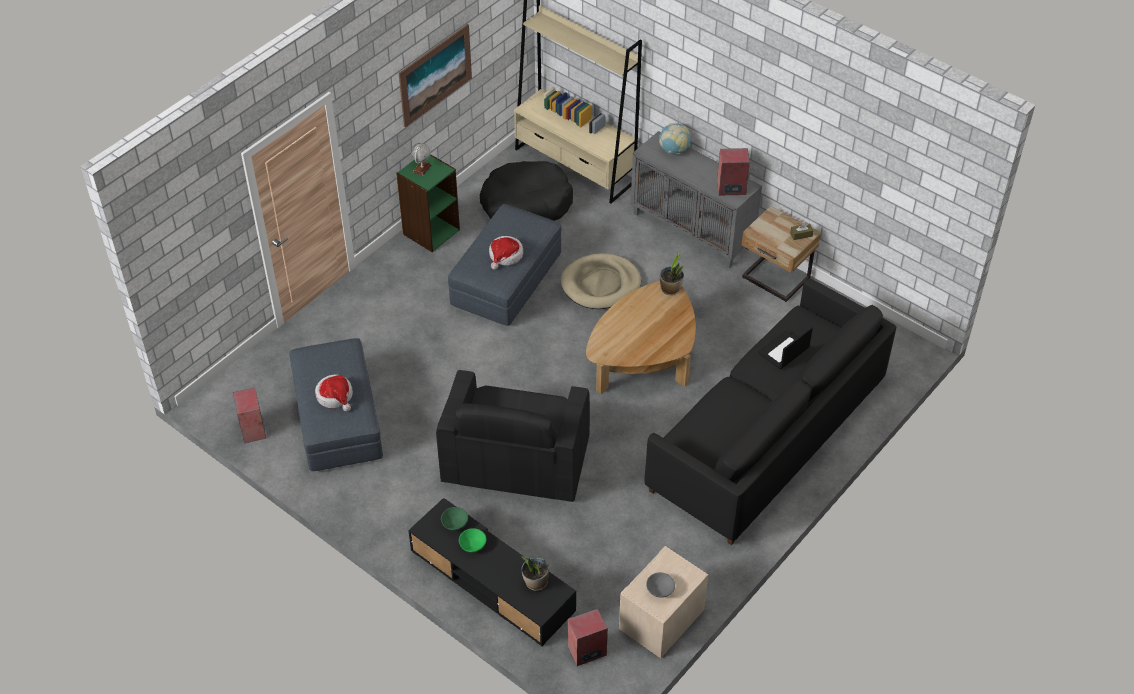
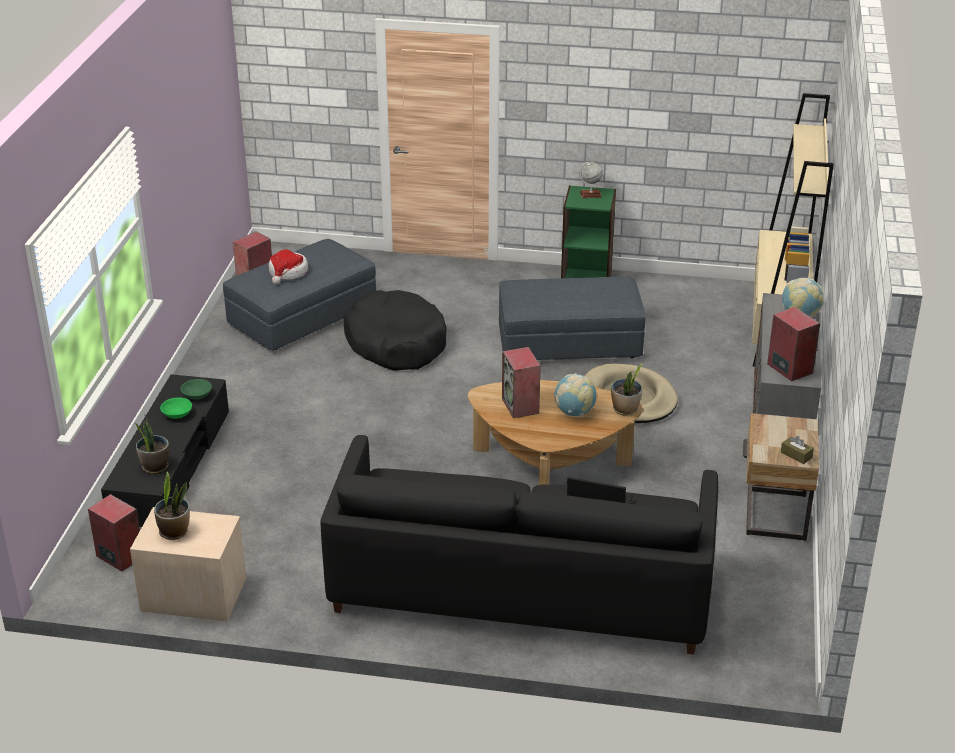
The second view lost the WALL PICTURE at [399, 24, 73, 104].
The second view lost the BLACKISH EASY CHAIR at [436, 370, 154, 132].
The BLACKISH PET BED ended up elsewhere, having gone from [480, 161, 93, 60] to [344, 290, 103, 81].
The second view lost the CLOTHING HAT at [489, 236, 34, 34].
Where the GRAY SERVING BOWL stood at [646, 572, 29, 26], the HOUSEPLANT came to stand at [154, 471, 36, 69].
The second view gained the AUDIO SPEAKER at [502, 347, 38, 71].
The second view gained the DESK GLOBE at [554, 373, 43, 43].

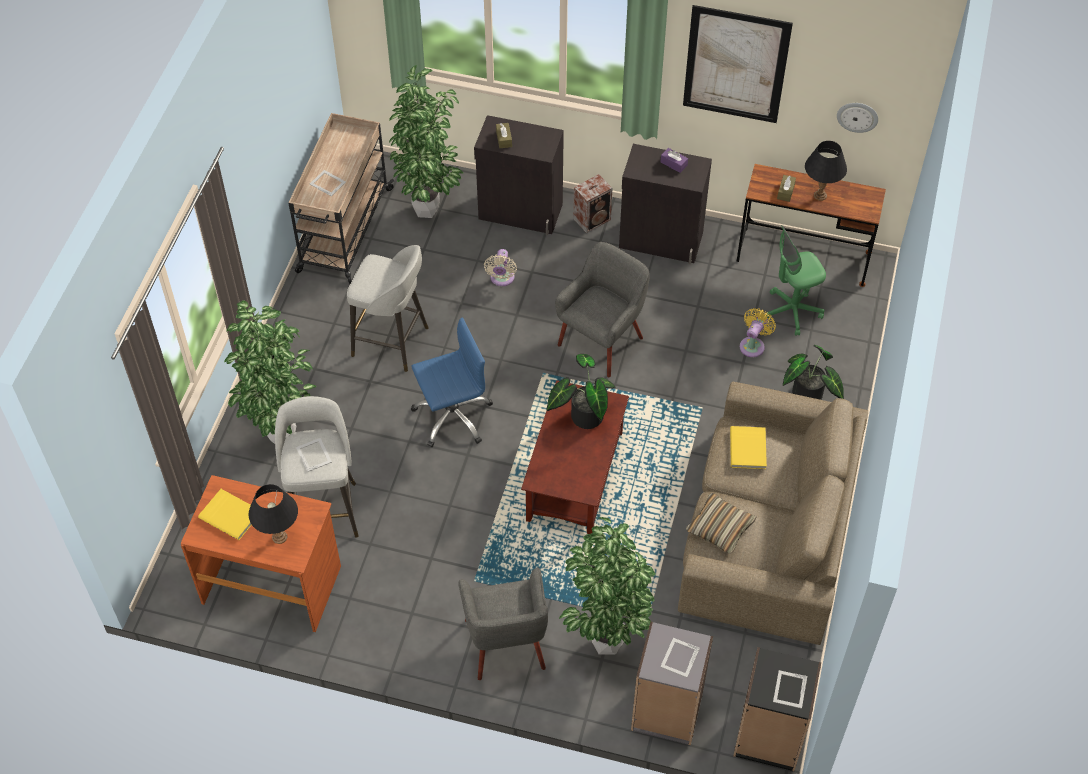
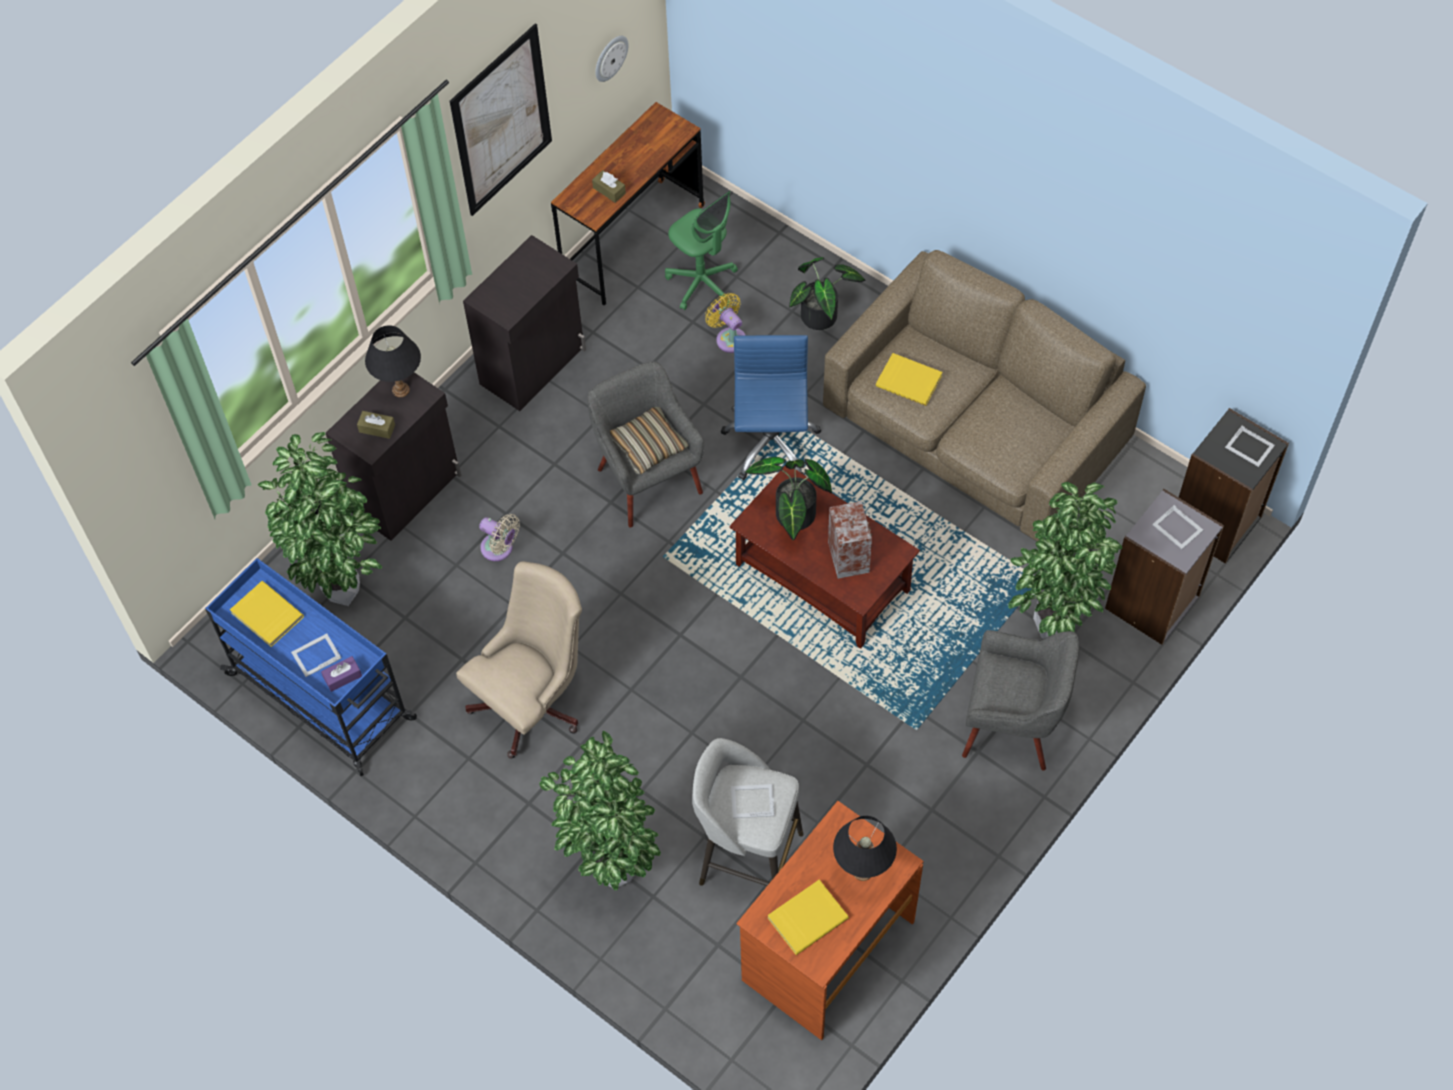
What was the BEIGE CART at [288, 113, 106, 171] turned into the BLUISH CART at [205, 558, 212, 218].
Where the GRAY SITTING STOOL stood at [347, 245, 82, 127], the BEIGE DESK CHAIR came to stand at [456, 561, 126, 198].
The BLUISH DESK CHAIR ended up elsewhere, having gone from [411, 318, 82, 129] to [721, 335, 100, 145].
The AUDIO SPEAKER ended up elsewhere, having gone from [573, 174, 39, 59] to [828, 501, 45, 78].
The PURPLE-COLOURED TISSUE BOX ended up elsewhere, having gone from [661, 148, 27, 25] to [321, 656, 41, 36].
The CUSHION ended up elsewhere, having gone from [686, 493, 70, 61] to [610, 407, 79, 67].
The GREEN-COLOURED DESK CHAIR at [766, 225, 60, 111] ended up facing another way, 45 degrees counterclockwise from before.
The BLACKISH TABLE LAMP ended up elsewhere, having gone from [805, 141, 42, 60] to [365, 325, 56, 72].
The second view gained the YELLOW-COLOURED BOUND BOOK at [230, 581, 74, 66].

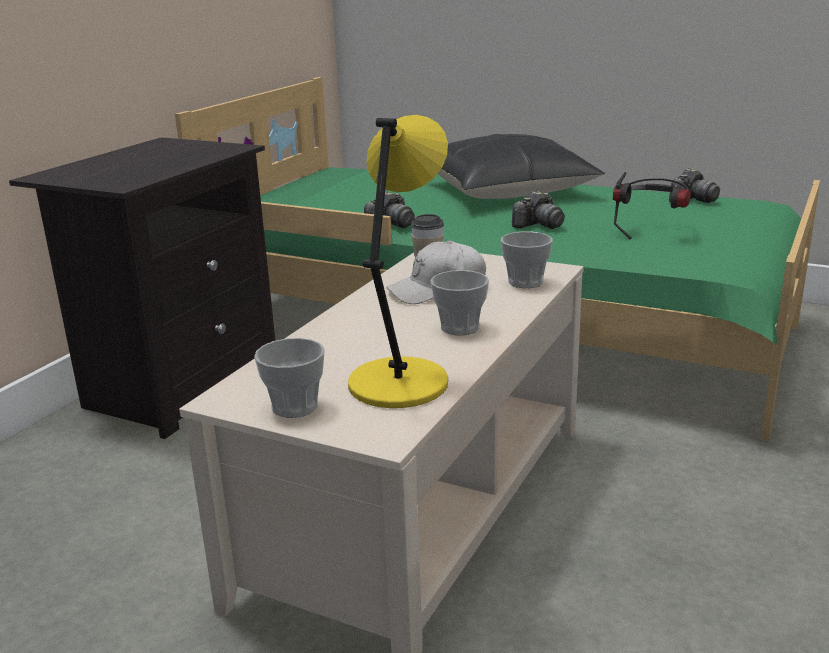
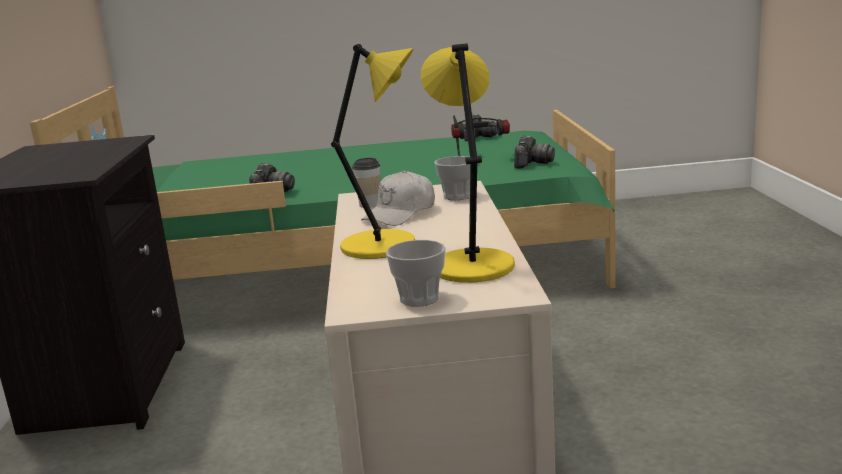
The second view lost the DRINKING CUP at [430, 270, 59, 65].
The second view lost the BLACKISH CUSHION at [438, 134, 167, 65].
The PHOTO CAMERA ended up elsewhere, having gone from [512, 191, 53, 38] to [514, 136, 41, 32].
The second view gained the YELLOW-COLOURED TABLE LAMP at [331, 44, 84, 215].

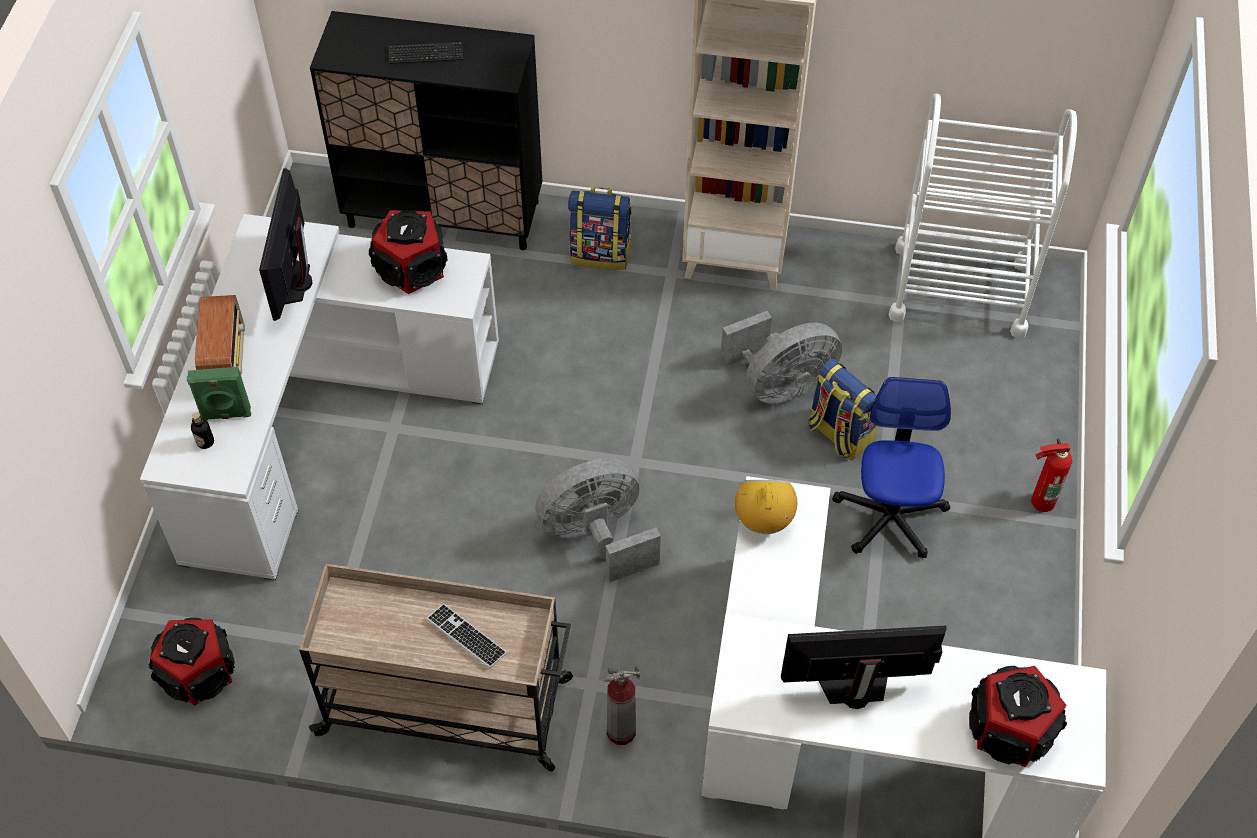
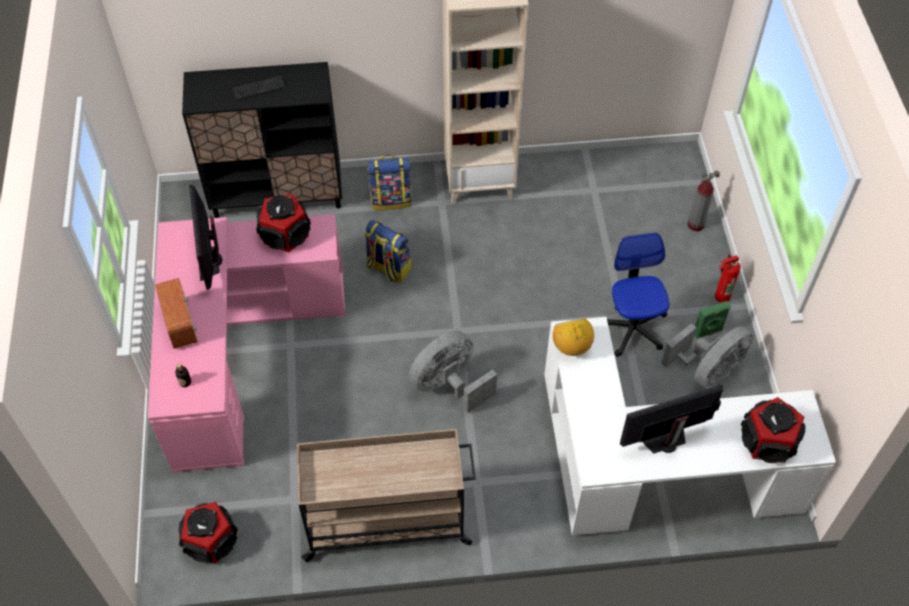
What was the WHITE DESK UNIT at [140, 214, 359, 367] turned into the PINK-COLOURED DESK UNIT at [148, 214, 197, 259].
The GREEN-COLOURED AUDIO SPEAKER ended up elsewhere, having gone from [187, 367, 64, 53] to [695, 301, 36, 38].
The second view lost the PC KEYBOARD at [426, 603, 81, 65].
The FIRE-FIGHTING CYLINDER ended up elsewhere, having gone from [603, 666, 37, 79] to [687, 171, 33, 60].
The GRAY COOLING FAN ended up elsewhere, having gone from [720, 311, 122, 93] to [661, 323, 92, 66].
The RUCKSACK ended up elsewhere, having gone from [808, 359, 69, 102] to [365, 220, 47, 63].
The second view lost the WHITE CART at [889, 94, 188, 244].

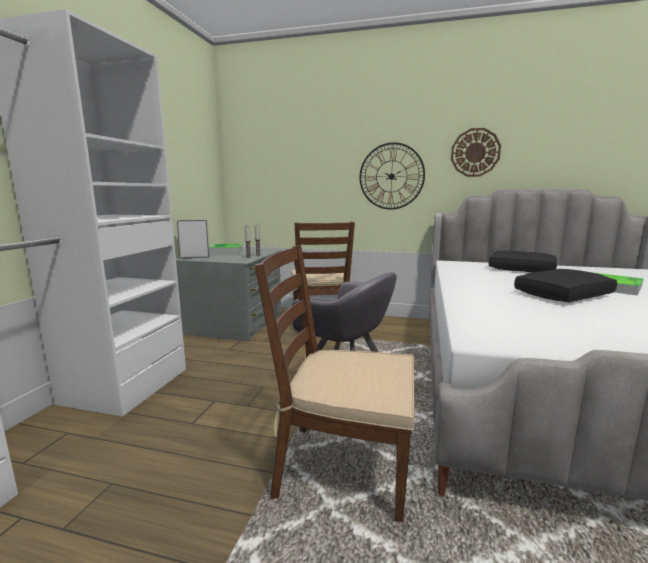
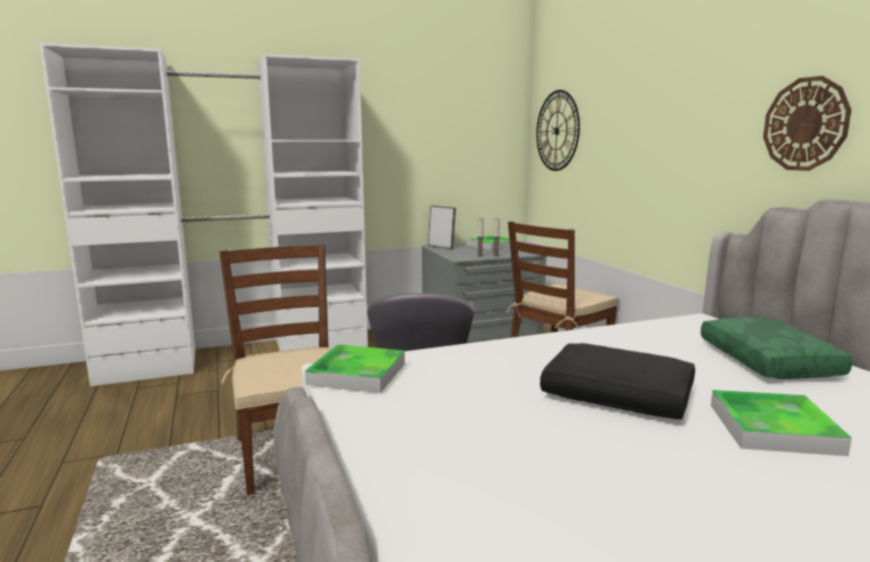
The HANGING CLOCK ended up elsewhere, having gone from [360, 142, 65, 68] to [536, 90, 44, 81].
What was the BLACKISH CUSHION at [488, 250, 69, 23] turned into the GREEN-COLOURED CUSHION at [701, 317, 152, 62].
The second view gained the TRAY at [305, 344, 100, 49].

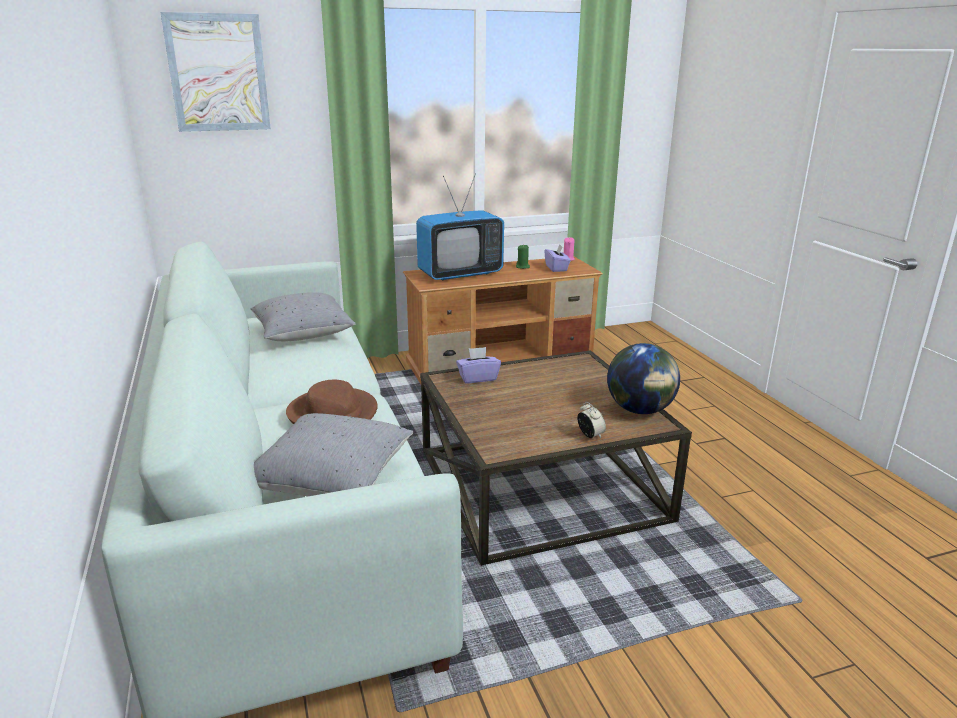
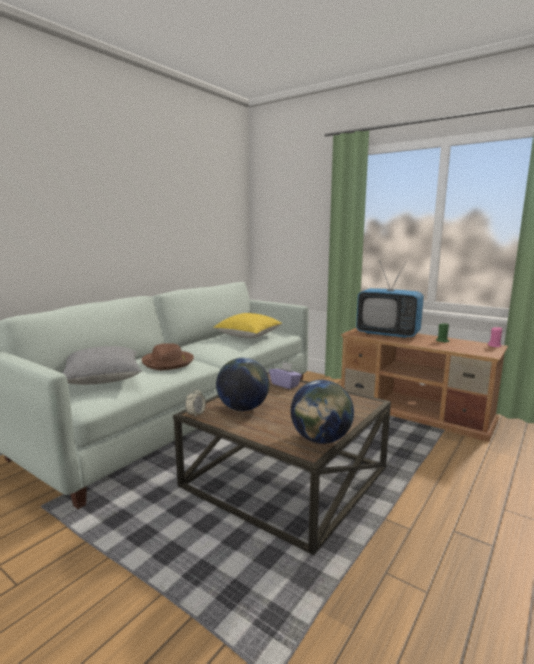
The second view lost the WALL PICTURE at [160, 12, 111, 120].
What was the GRAY CUSHION at [250, 292, 106, 49] turned into the YELLOW-COLOURED CUSHION at [213, 313, 69, 25].
The second view lost the PURPLE-COLOURED TISSUE BOX at [544, 244, 27, 28].
The ALARM CLOCK ended up elsewhere, having gone from [577, 402, 29, 36] to [185, 388, 21, 29].
The second view gained the DESK GLOBE at [216, 358, 54, 53].

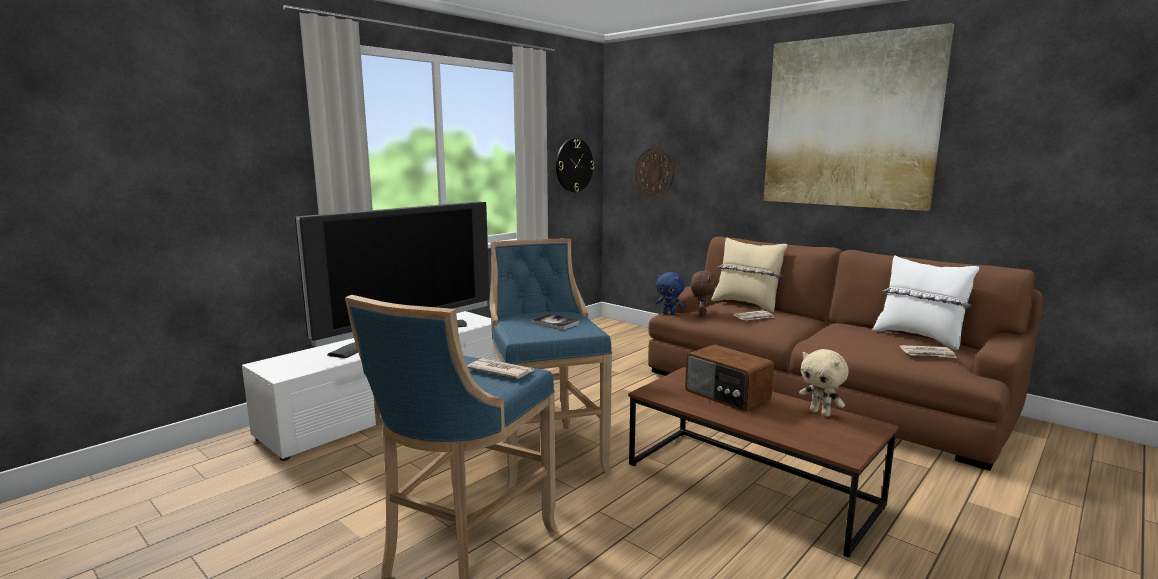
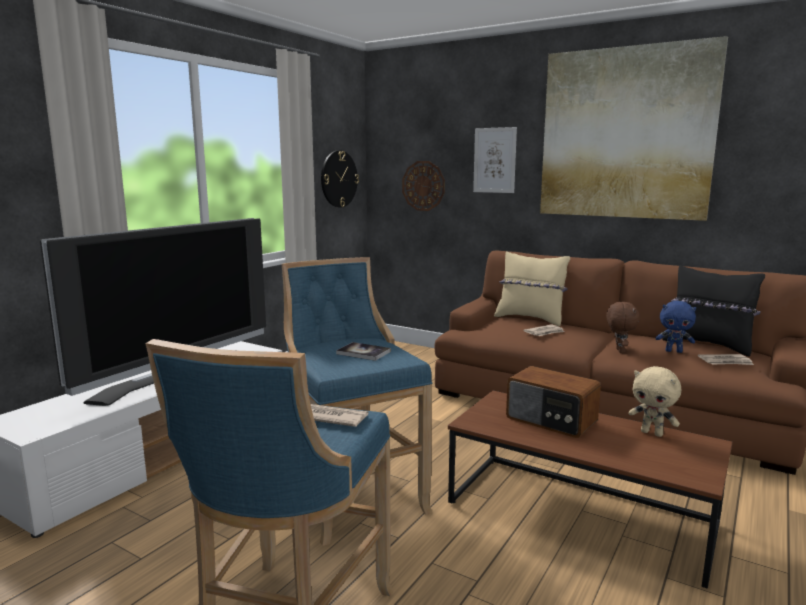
The BLUISH CUDDLY TOY ended up elsewhere, having gone from [656, 272, 29, 43] to [656, 301, 40, 52].
The BROWN-COLOURED CUDDLY TOY ended up elsewhere, having gone from [691, 271, 26, 45] to [606, 302, 34, 51].
What was the WHITE CUSHION at [873, 255, 106, 95] turned into the BLACKISH CUSHION at [662, 265, 103, 91].
The second view gained the WALL PICTURE at [473, 127, 44, 66].

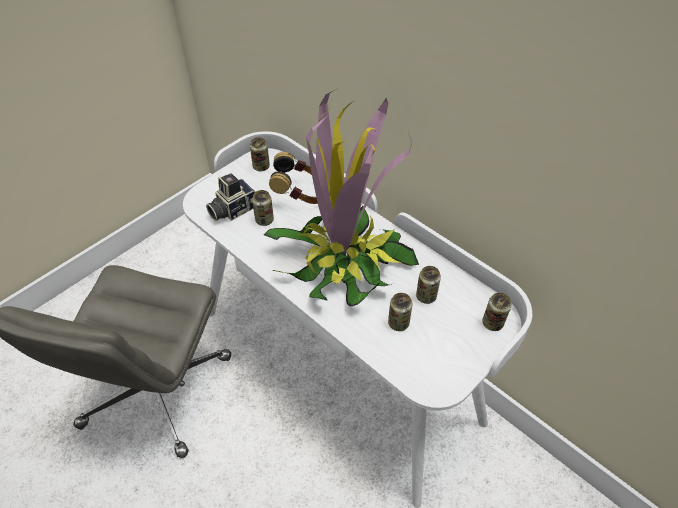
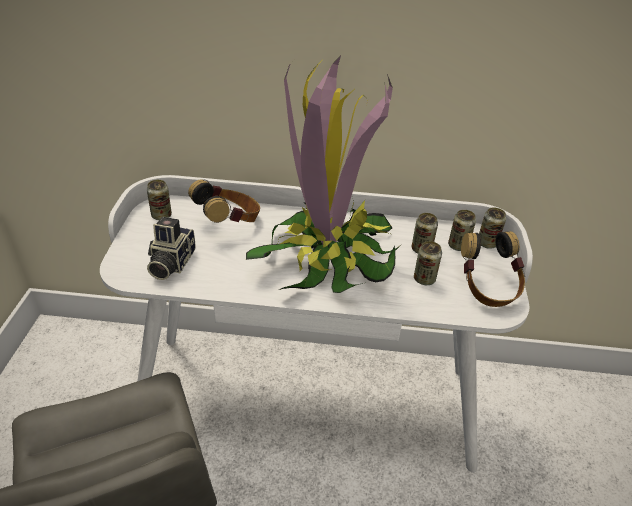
The SEALED CAN ended up elsewhere, having gone from [252, 190, 22, 36] to [448, 210, 28, 41].
The second view gained the HEADSET at [461, 231, 64, 76].

